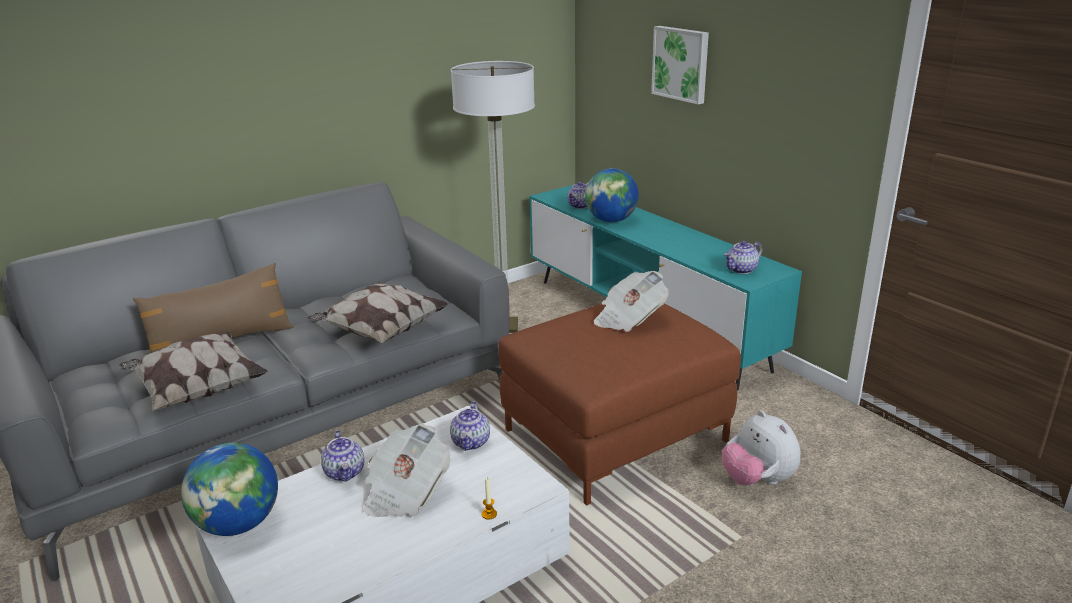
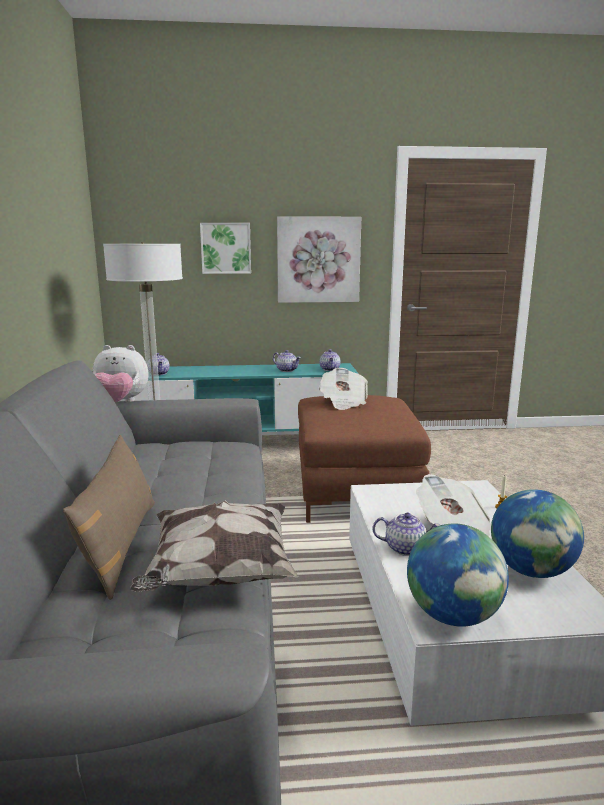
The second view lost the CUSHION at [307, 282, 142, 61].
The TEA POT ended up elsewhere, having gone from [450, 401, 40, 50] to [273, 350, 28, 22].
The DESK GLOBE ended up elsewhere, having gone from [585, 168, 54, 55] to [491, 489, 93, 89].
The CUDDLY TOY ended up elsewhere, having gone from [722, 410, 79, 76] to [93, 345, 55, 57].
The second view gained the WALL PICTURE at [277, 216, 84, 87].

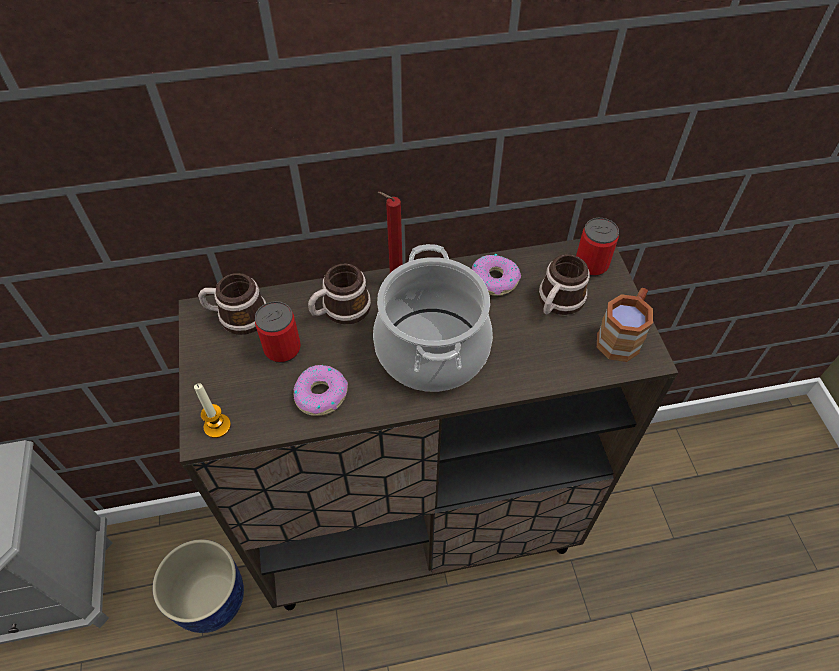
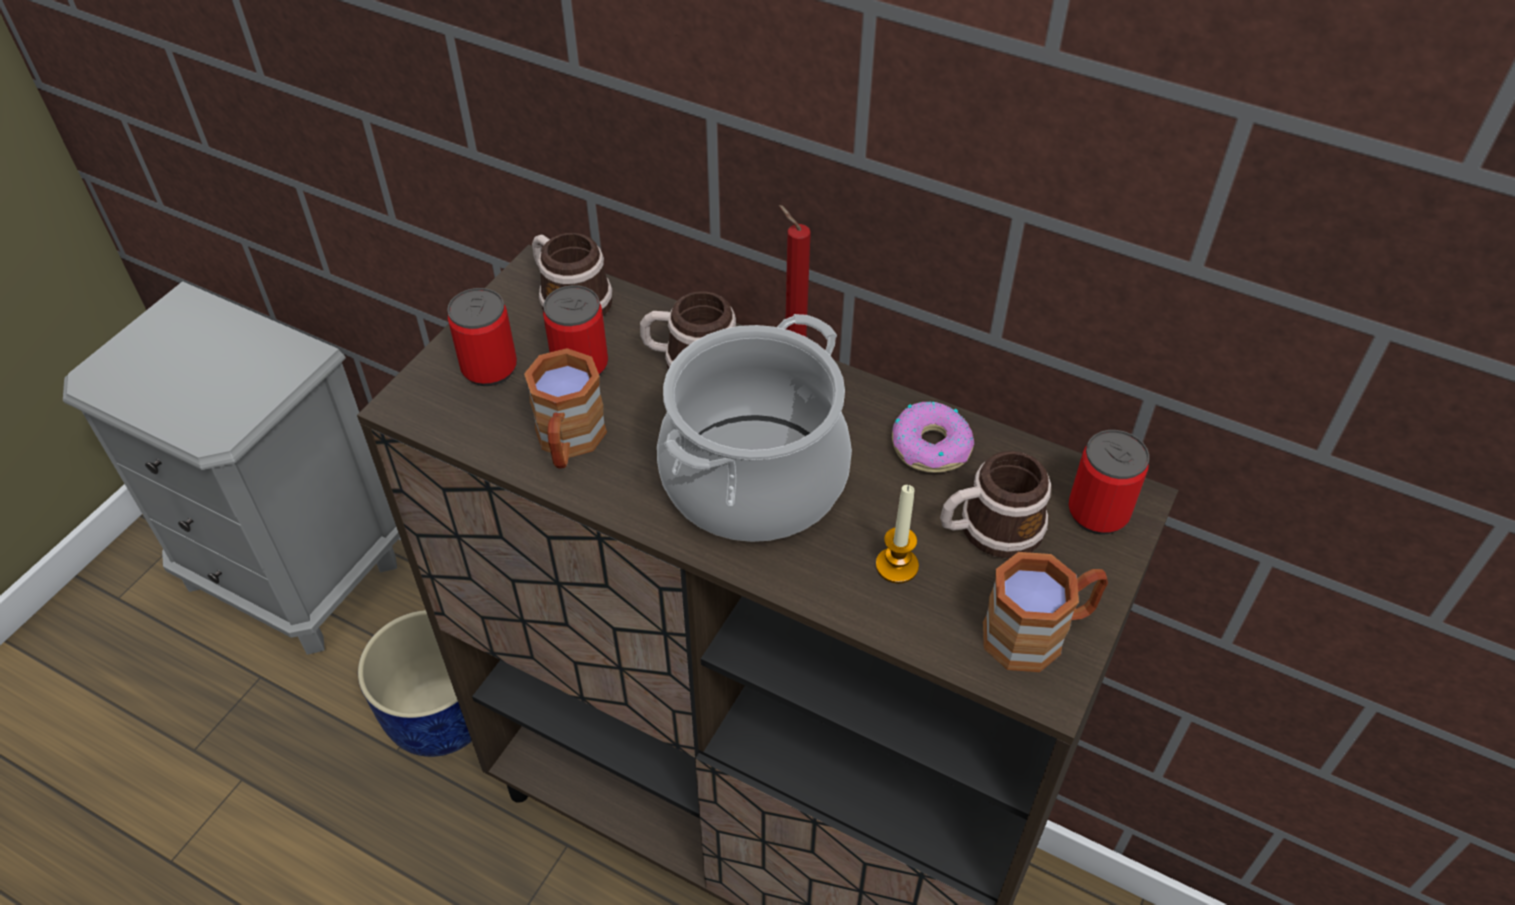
The CANDLE ended up elsewhere, having gone from [194, 383, 37, 55] to [876, 485, 43, 98].
Where the DONUT stood at [293, 365, 55, 51], the BROWN-COLOURED MUG came to stand at [524, 348, 83, 121].
The second view gained the SEALED CAN at [447, 288, 70, 98].

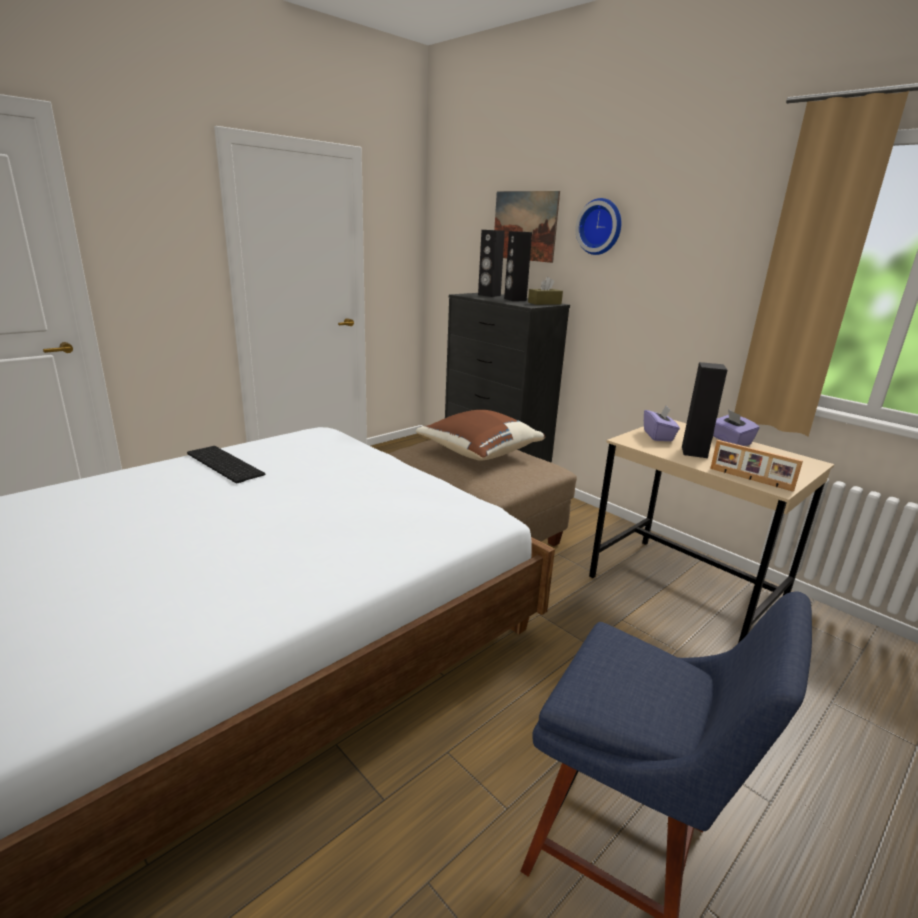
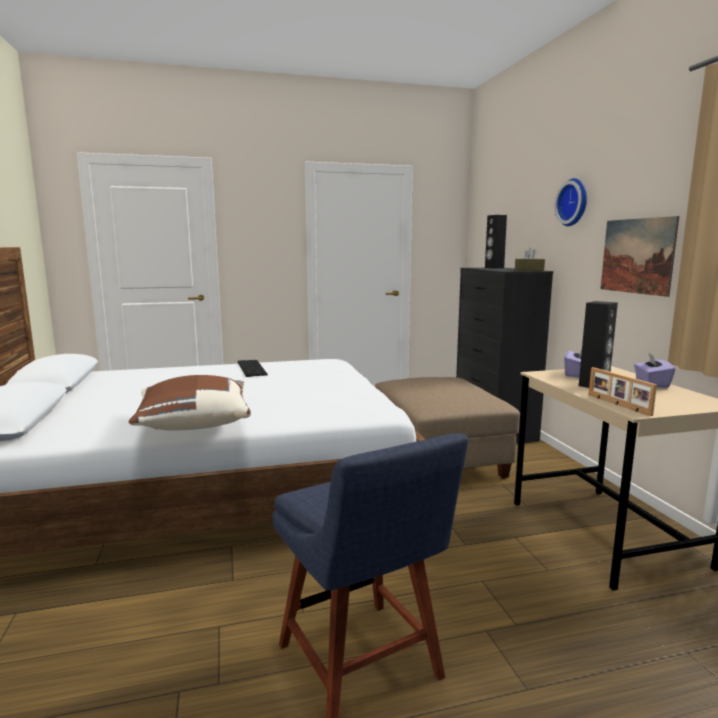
The BROWN-COLOURED CUSHION ended up elsewhere, having gone from [416, 410, 129, 51] to [129, 375, 122, 55].
The WALL PICTURE ended up elsewhere, having gone from [494, 191, 66, 72] to [601, 216, 78, 81].
The second view lost the BLACKISH AUDIO SPEAKER at [504, 231, 28, 70].

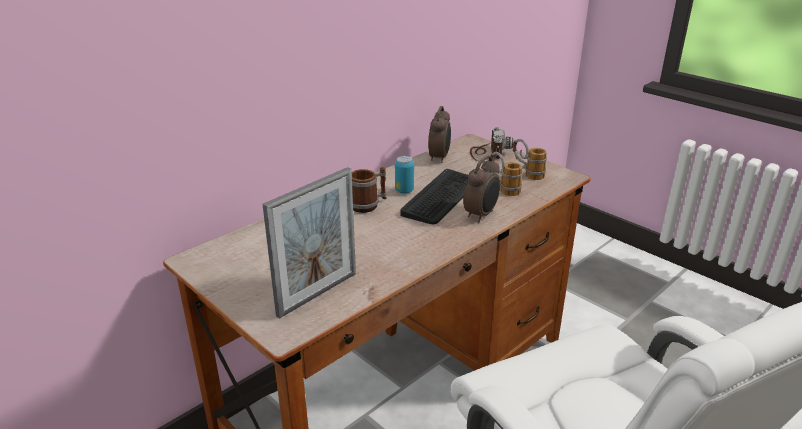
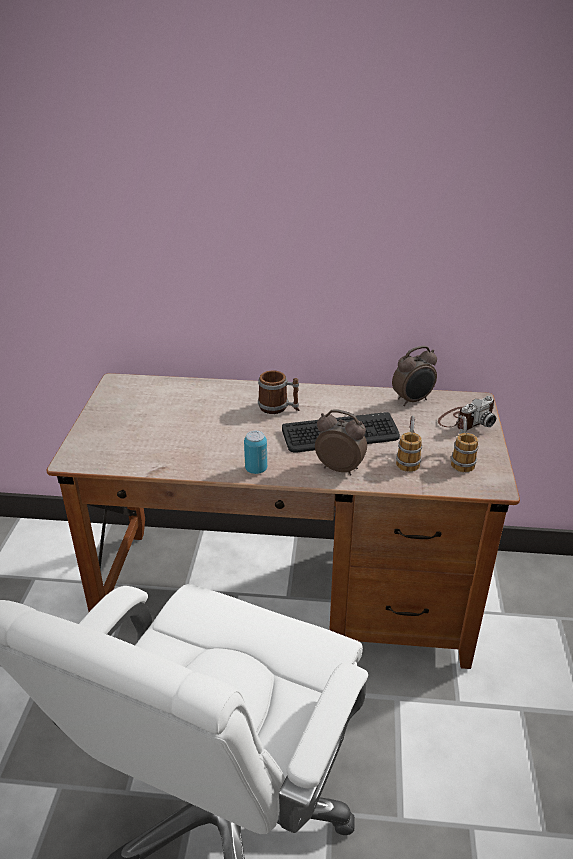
The second view lost the STANDING FRAME at [262, 167, 94, 152].
The SEALED CAN ended up elsewhere, having gone from [395, 156, 19, 38] to [244, 430, 23, 44].
The ALARM CLOCK at [463, 156, 37, 66] ended up facing another way, 150 degrees counterclockwise from before.

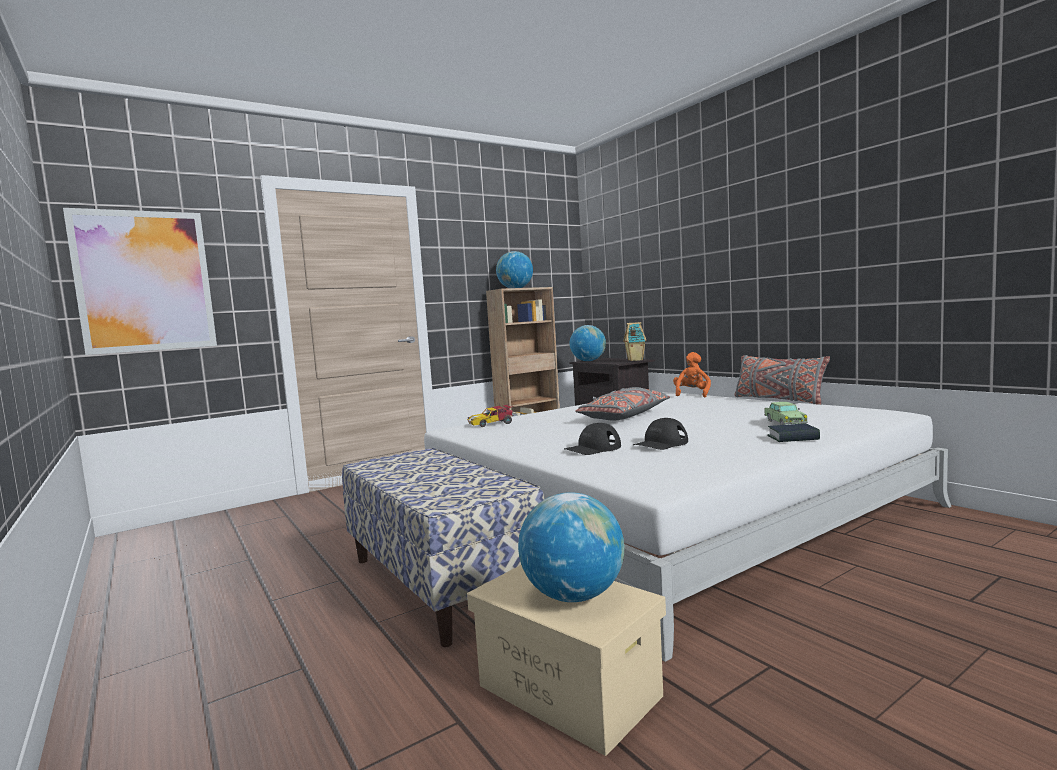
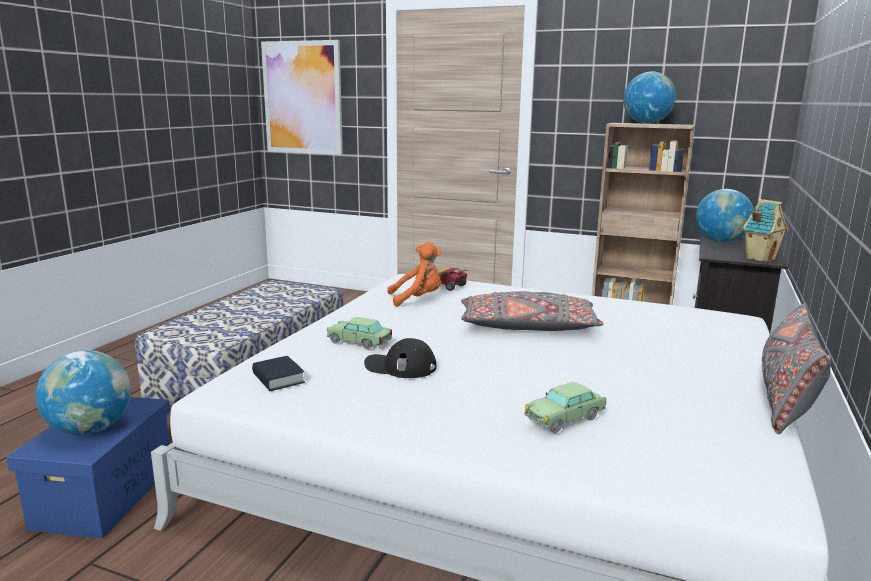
What was the BEIGE STORAGE CONTAINER at [467, 565, 199, 191] turned into the BLUISH STORAGE CONTAINER at [6, 397, 164, 142].
Where the BLACKISH CAP stood at [564, 423, 57, 32], the TOY CAR came to stand at [327, 317, 65, 32].
The ORANGEY CUDDLY TOY ended up elsewhere, having gone from [673, 352, 38, 45] to [387, 242, 54, 65].
The BOUND BOOK ended up elsewhere, having gone from [767, 423, 53, 19] to [252, 356, 53, 35].

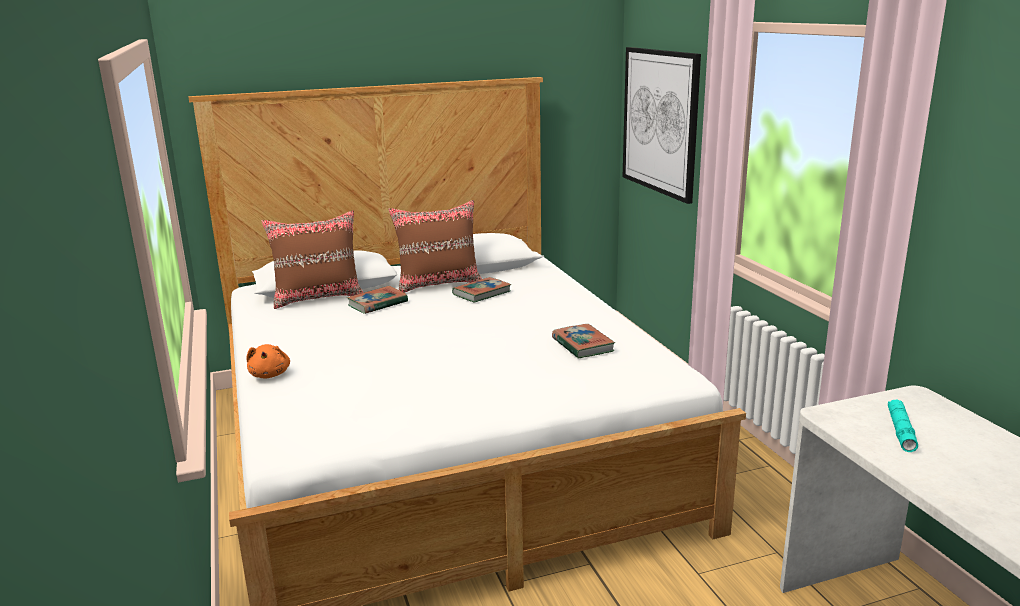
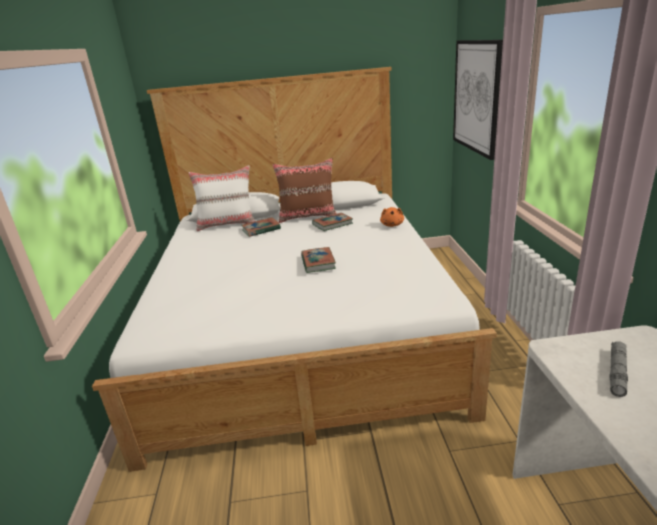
The ORANGEY CUDDLY TOY ended up elsewhere, having gone from [246, 344, 44, 34] to [380, 207, 24, 20].
What was the BROWN-COLOURED CUSHION at [261, 210, 103, 99] turned into the WHITE CUSHION at [188, 165, 67, 66].
The BOUND BOOK ended up elsewhere, having gone from [552, 324, 63, 35] to [301, 247, 35, 26].
What was the TURQUOISE-COLOURED TORCH at [888, 399, 30, 53] turned into the GRAY TORCH at [609, 342, 19, 55].

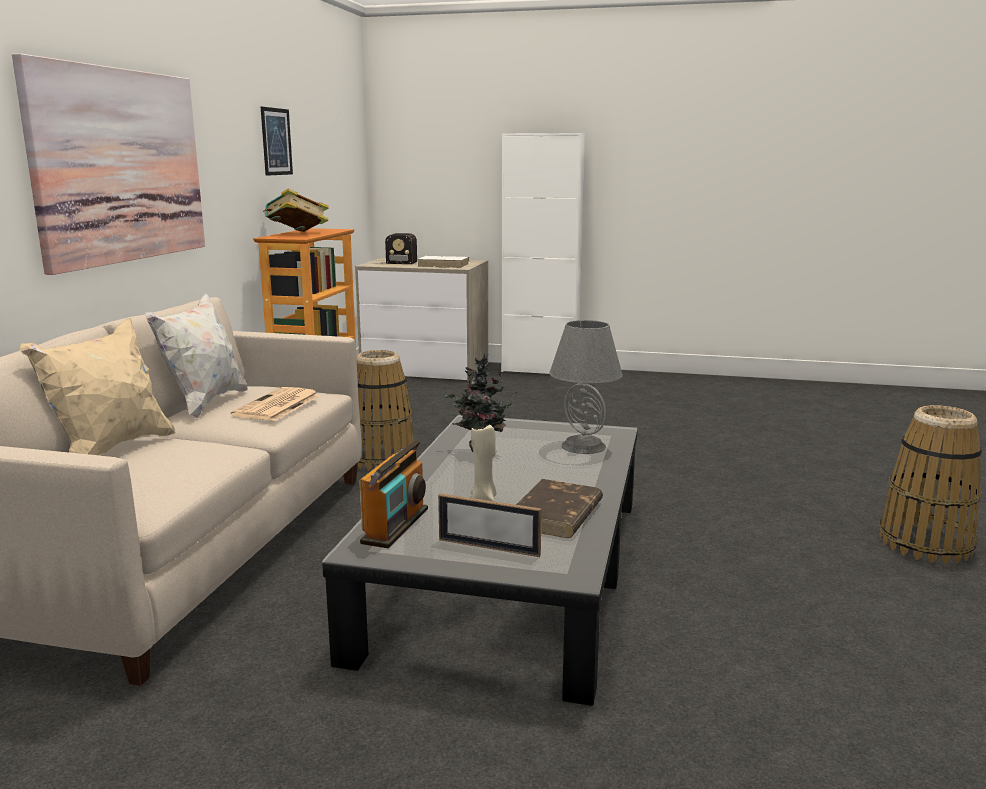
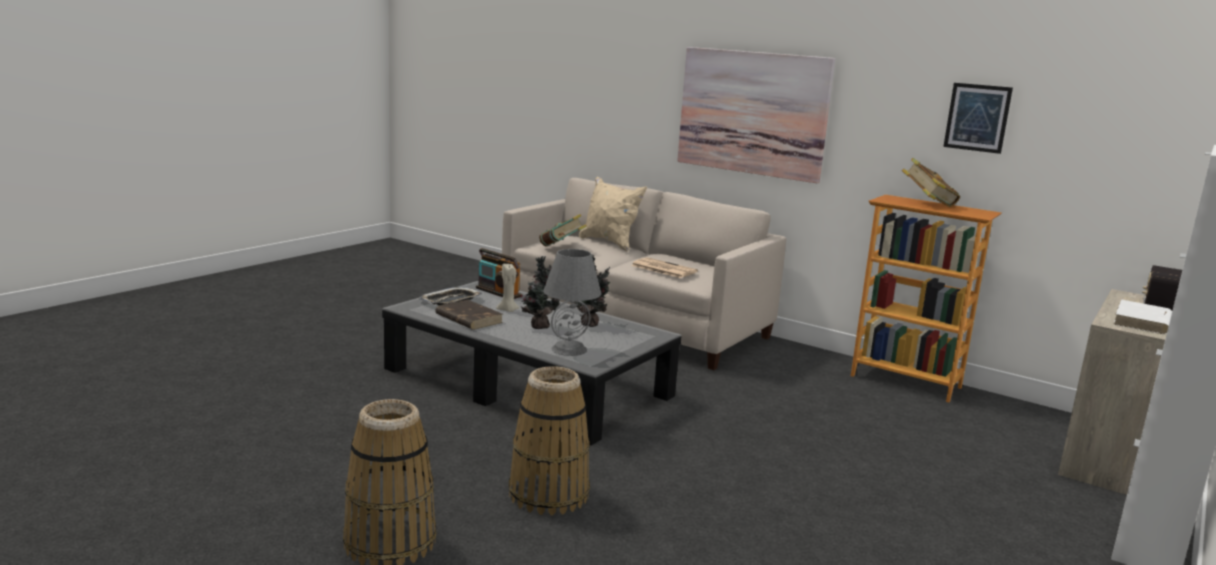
The second view lost the WHITE CUSHION at [145, 293, 103, 126].
The BASKET ended up elsewhere, having gone from [356, 350, 58, 121] to [509, 366, 81, 149].
Where the STANDING FRAME stood at [438, 493, 104, 64], the TRAY came to stand at [419, 287, 63, 19].
The second view gained the HOUSEPLANT at [521, 256, 39, 73].
The second view gained the BOUND BOOK at [539, 214, 48, 32].

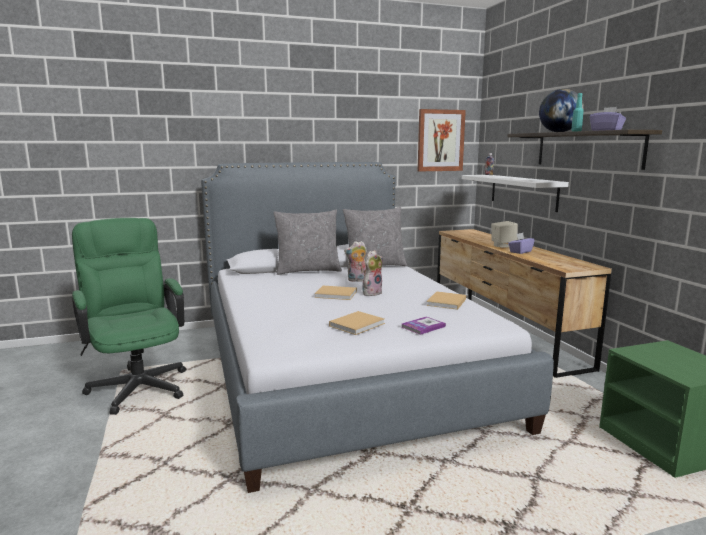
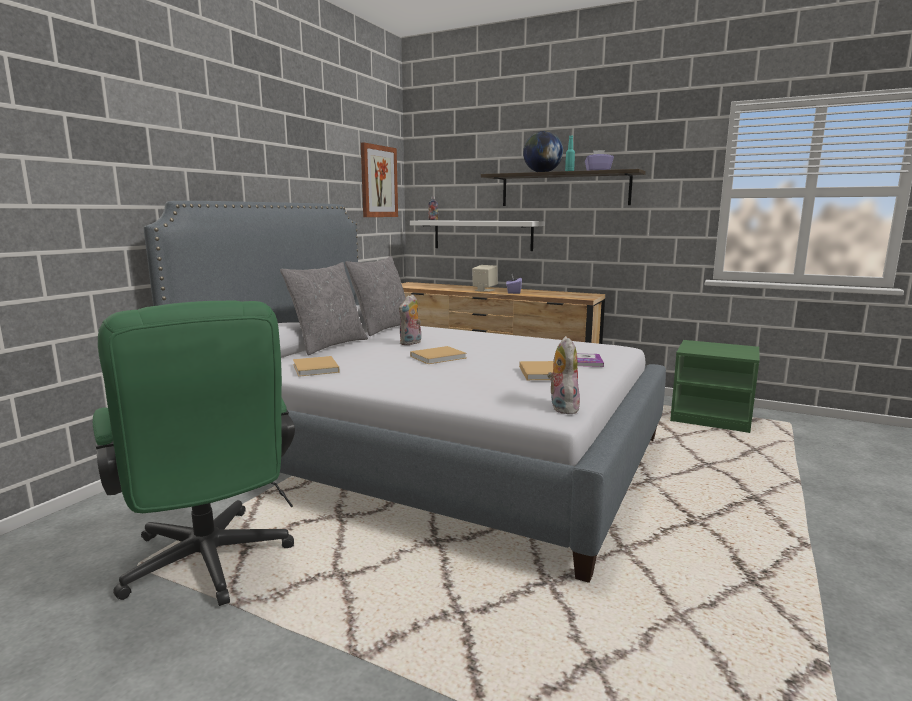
The GREEN-COLOURED DESK CHAIR at [72, 218, 114, 197] ended up facing another way, 135 degrees counterclockwise from before.
The CUDDLY TOY ended up elsewhere, having gone from [362, 250, 21, 46] to [547, 336, 33, 78].
The BEIGE BOUND BOOK ended up elsewhere, having gone from [426, 291, 40, 19] to [293, 356, 47, 21].

